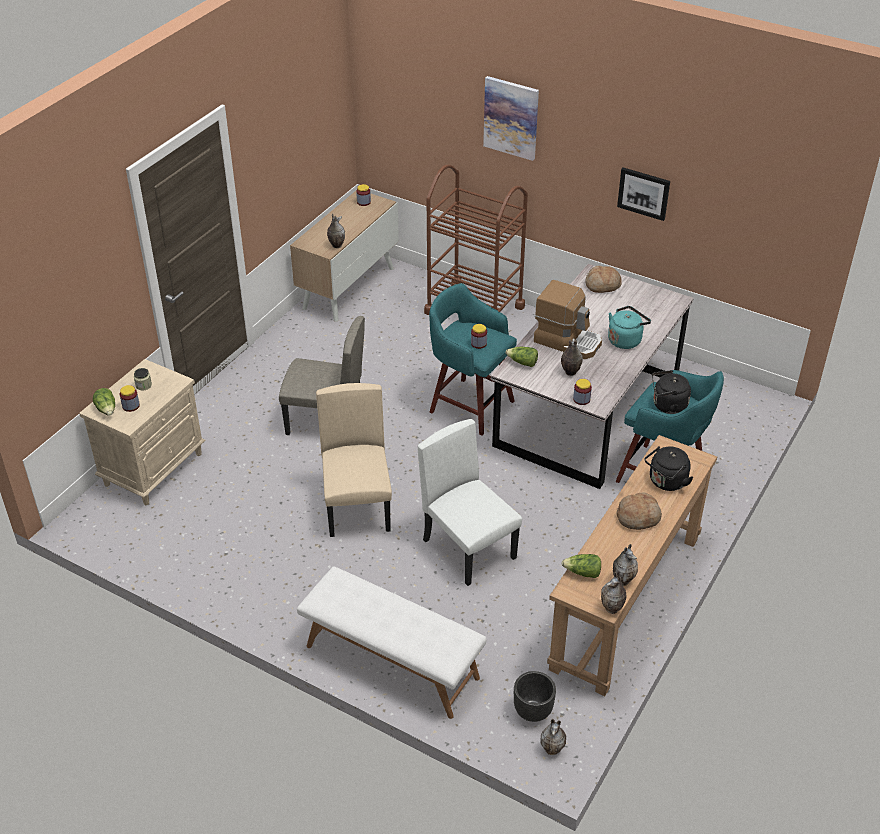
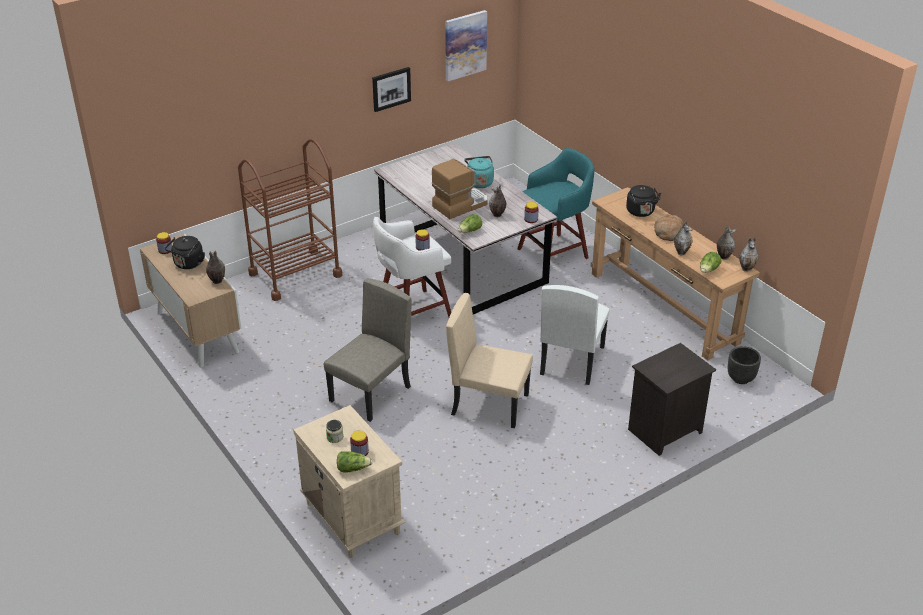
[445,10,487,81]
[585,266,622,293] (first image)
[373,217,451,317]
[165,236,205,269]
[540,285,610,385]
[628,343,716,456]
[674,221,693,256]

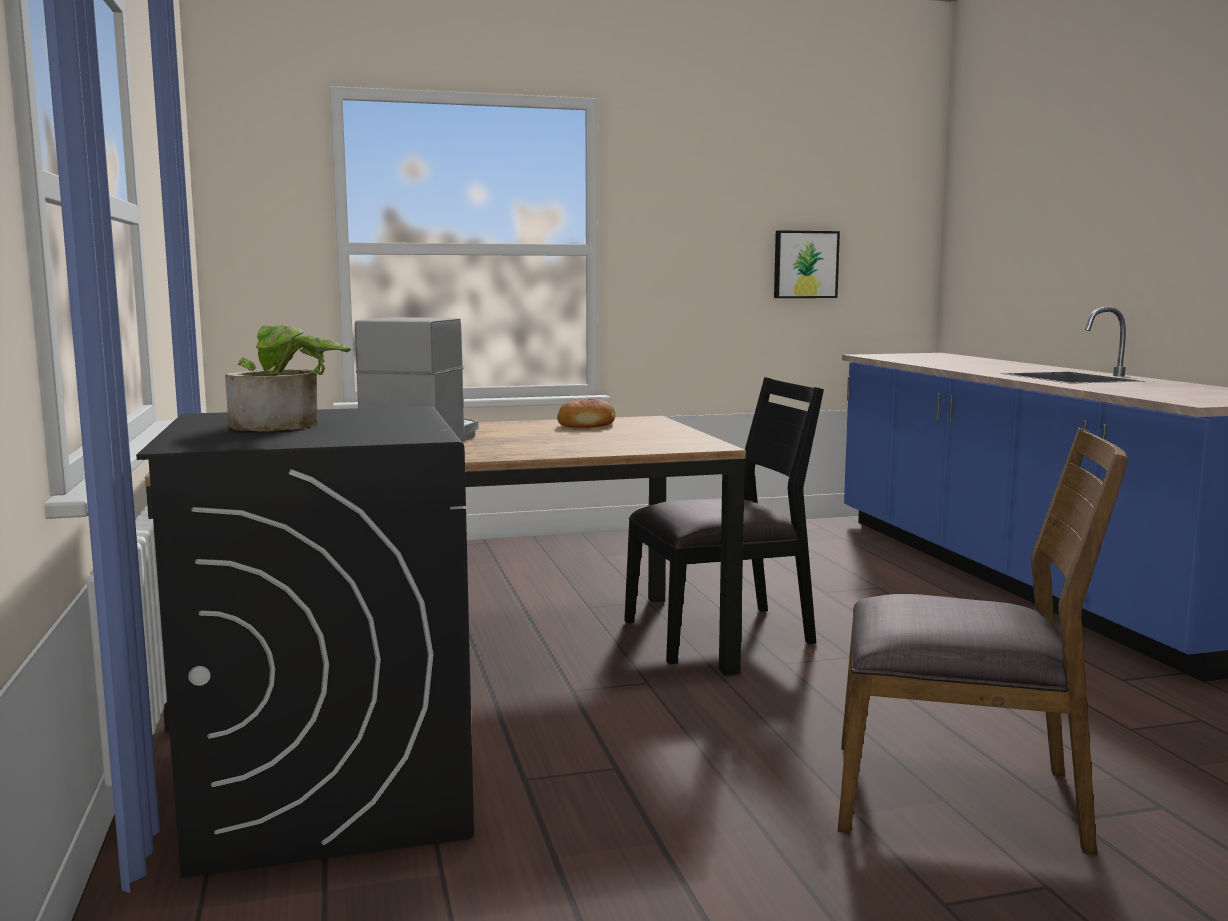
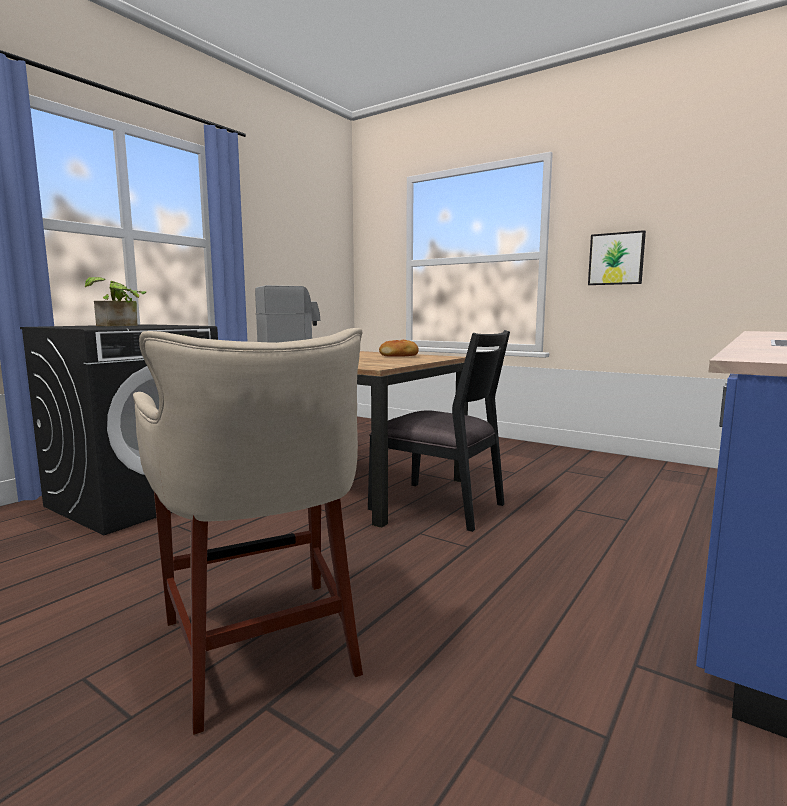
[588,230,646,285]
[133,328,363,735]

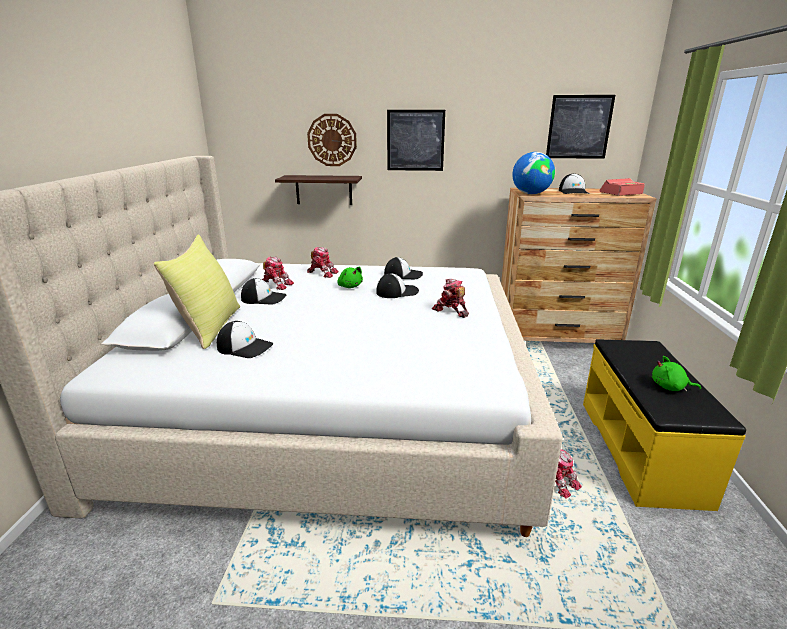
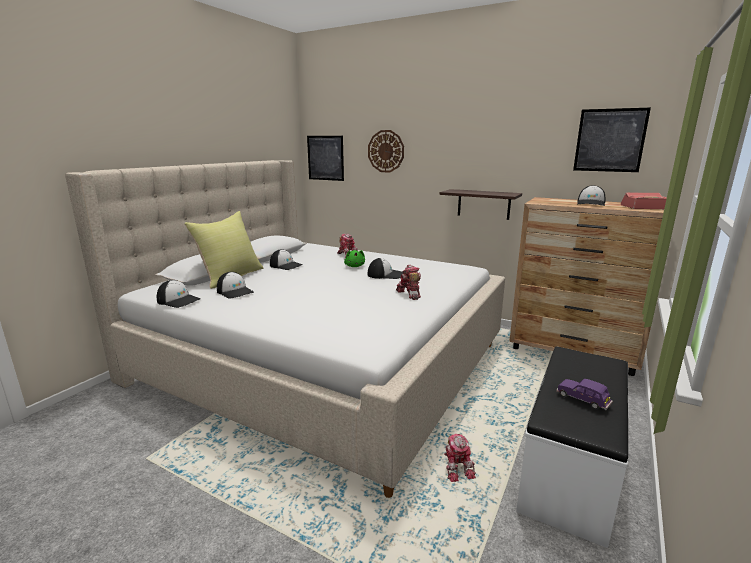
[307,136,344,181]
[512,152,555,194] (first image)
[439,189,522,220]
[262,257,294,290] (first image)
[157,280,201,308]
[516,347,628,548]
[556,379,613,410]

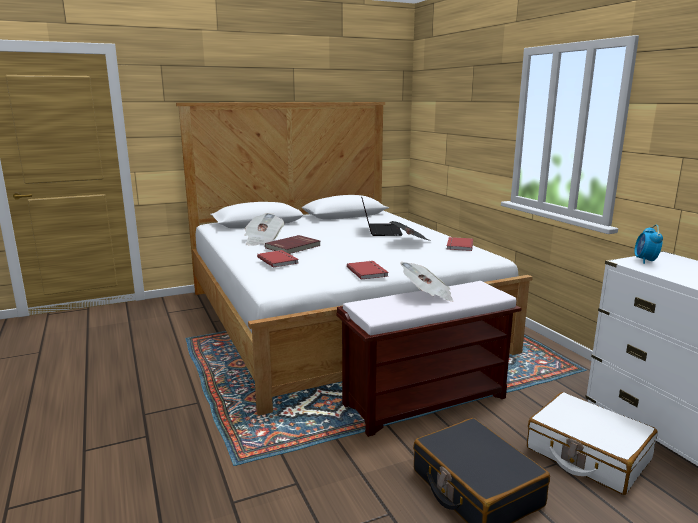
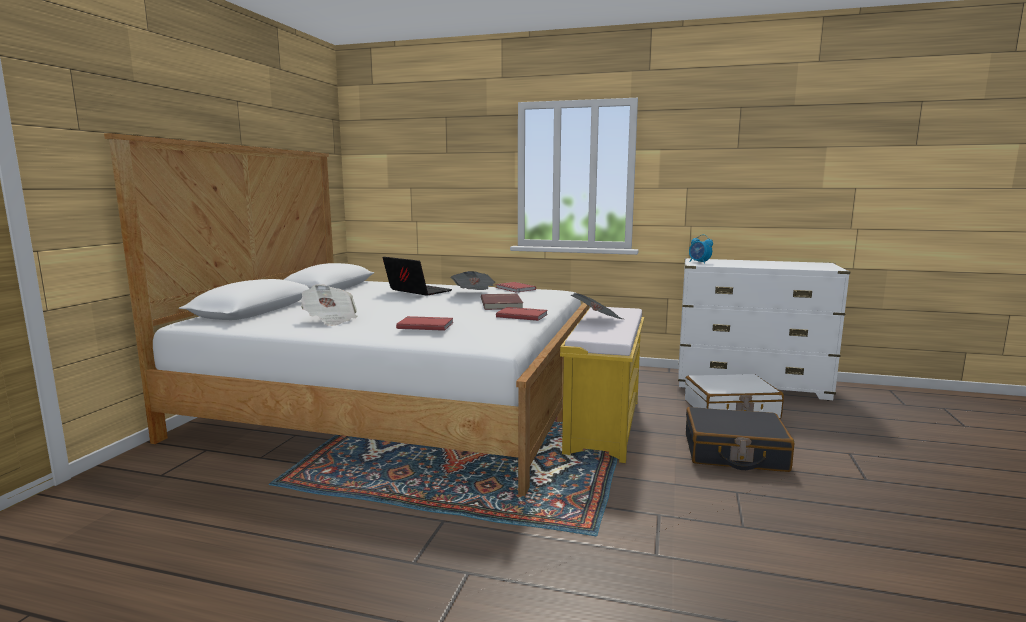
[481,293,523,310]
[560,307,644,463]

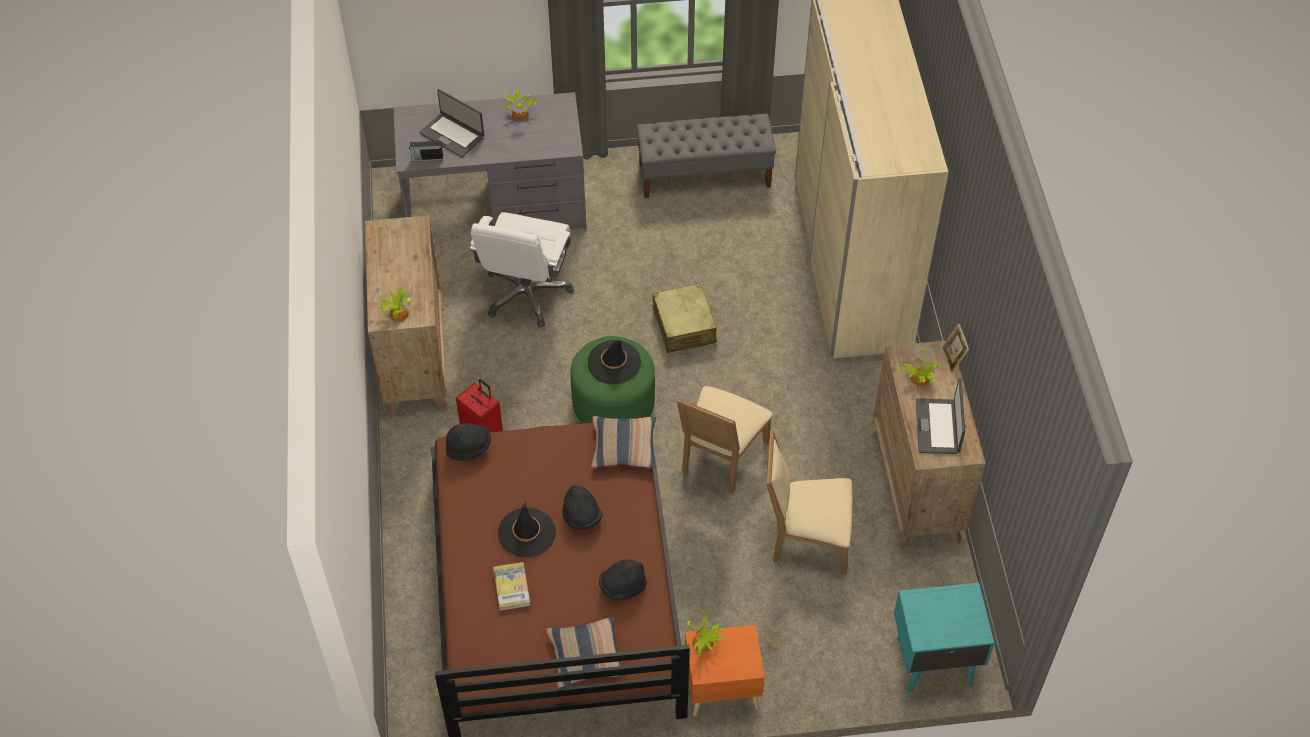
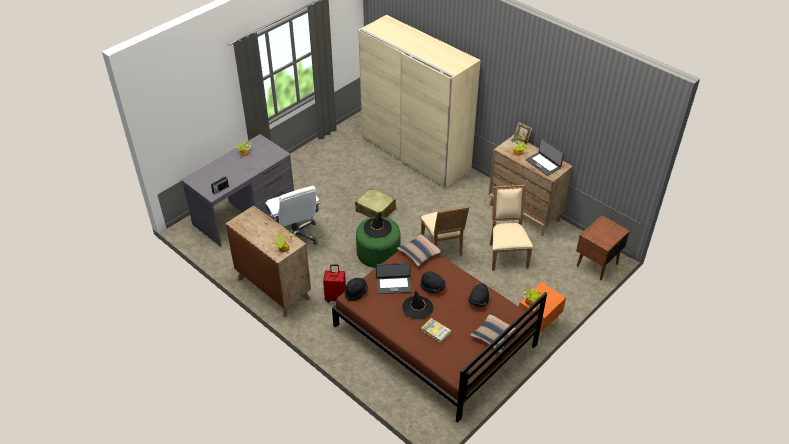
[376,263,412,294]
[637,114,776,198] (first image)
[490,185,533,271]
[576,215,630,280]

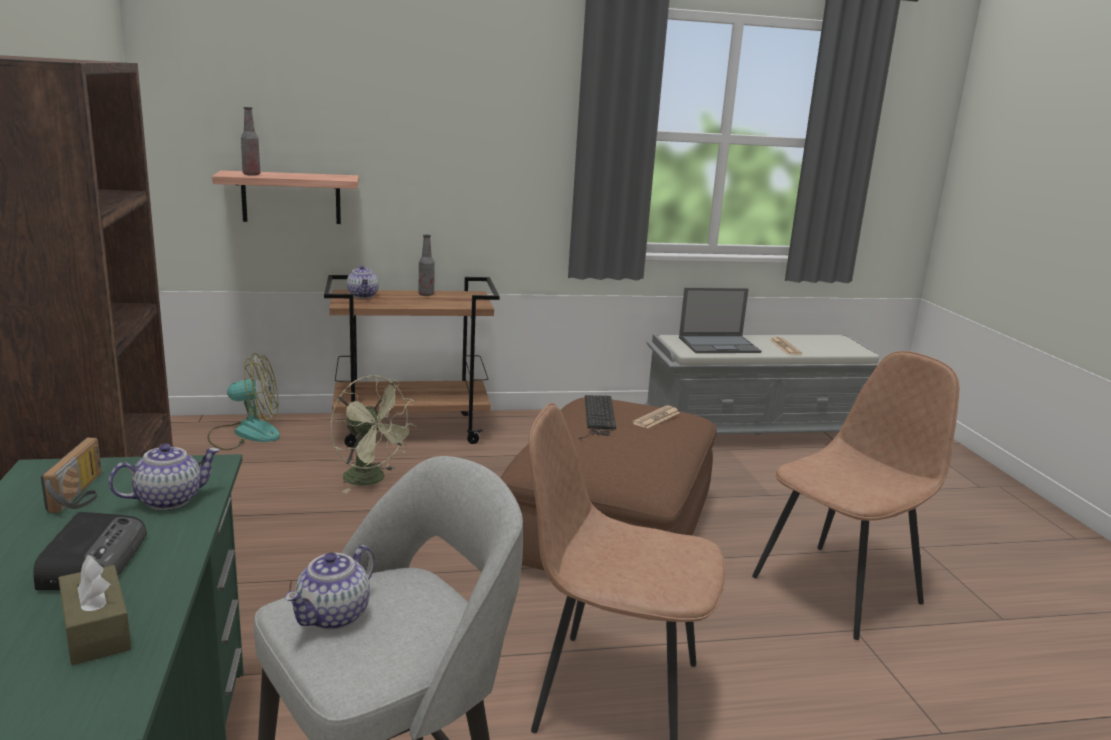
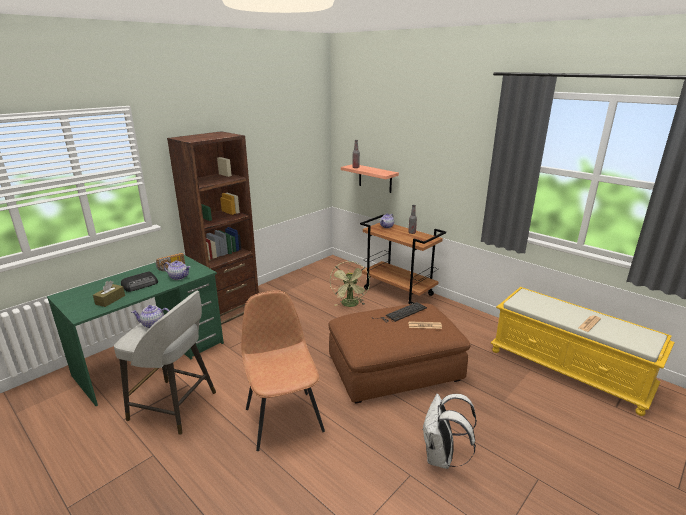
[679,288,761,353] (first image)
[491,287,675,416]
[422,393,477,469]
[207,353,280,450] (first image)

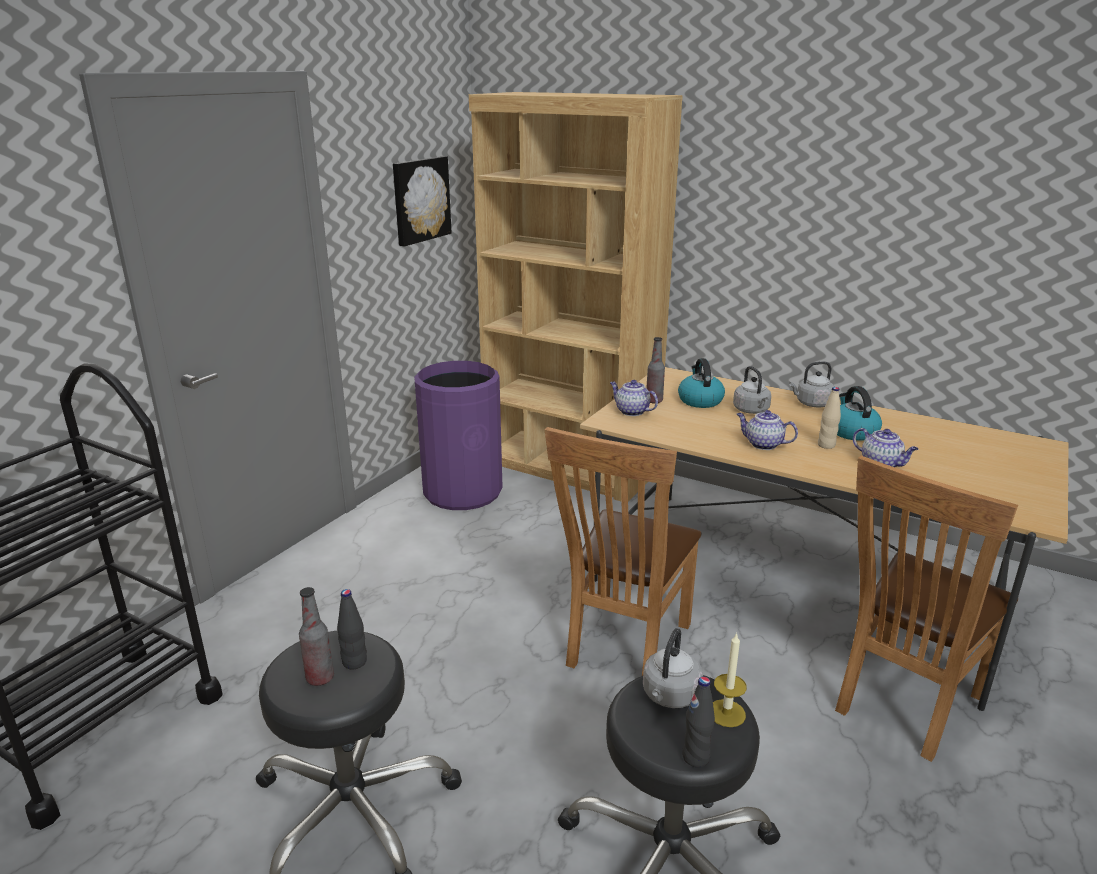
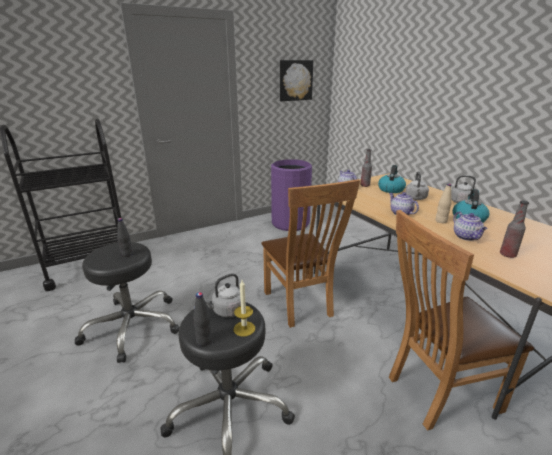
[469,92,683,502] (first image)
[261,179,360,328]
[500,201,529,258]

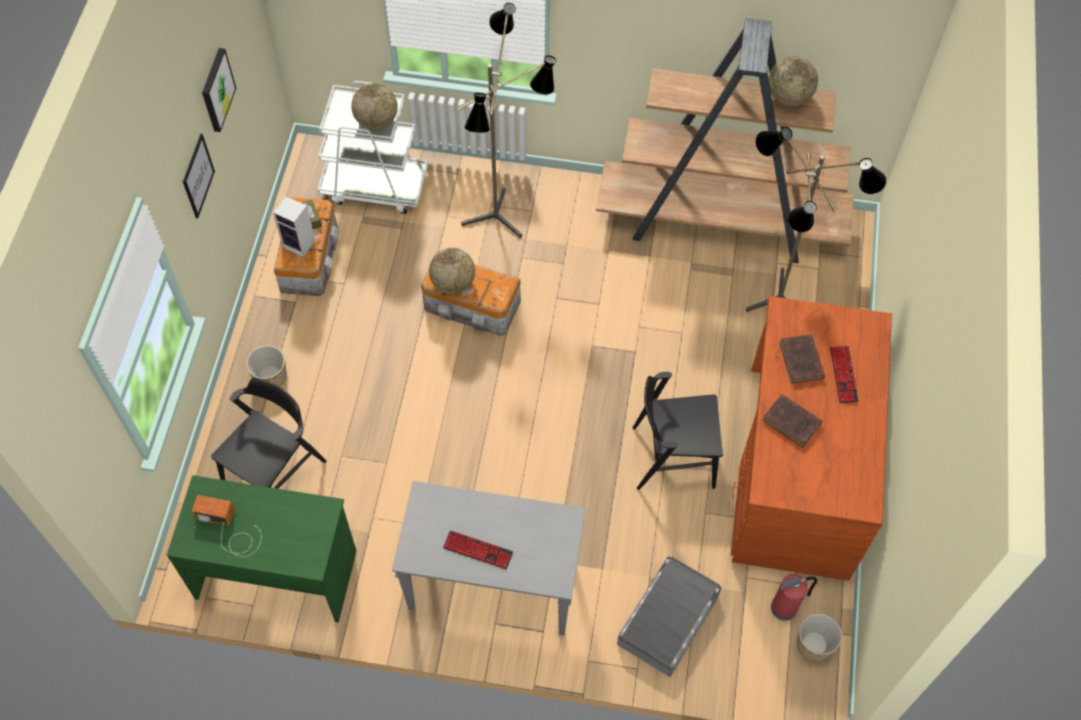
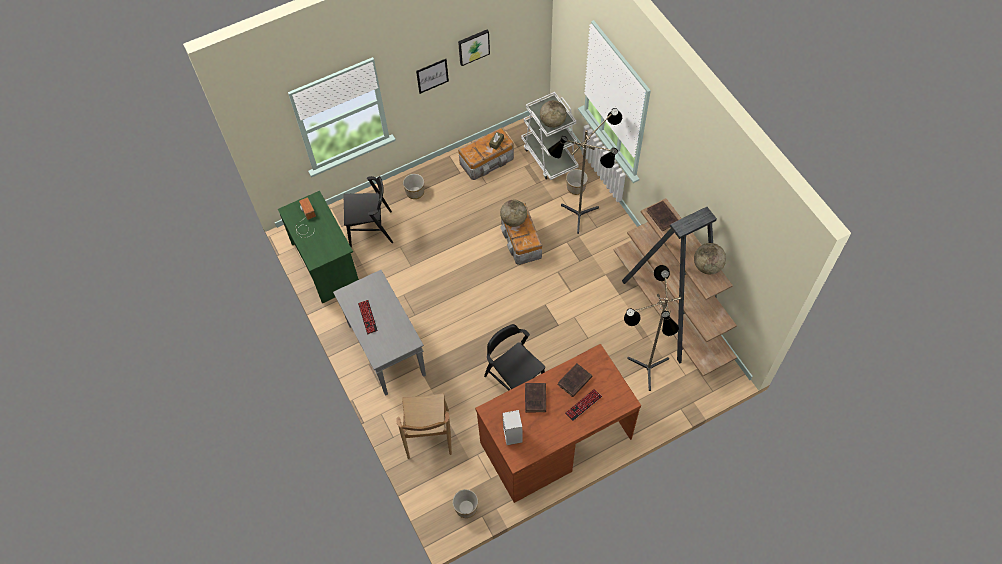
[502,410,523,445]
[396,393,452,459]
[771,574,817,621] (first image)
[566,169,588,195]
[647,201,678,231]

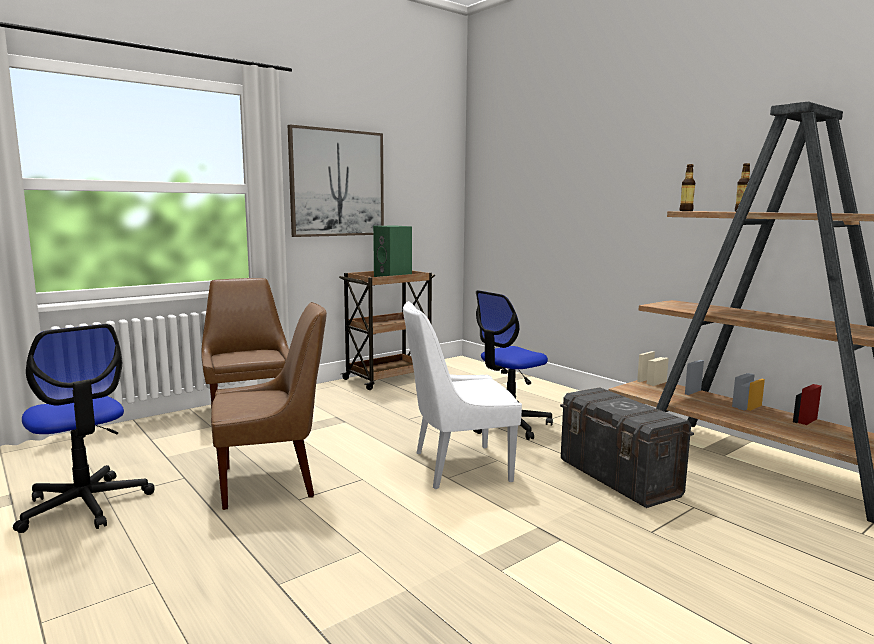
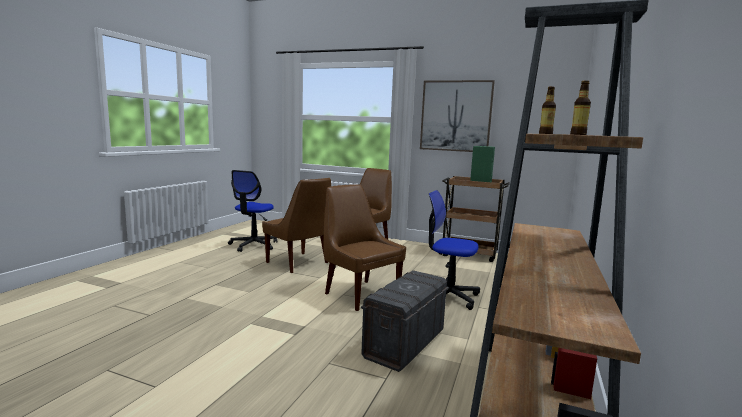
[323,184,406,311]

